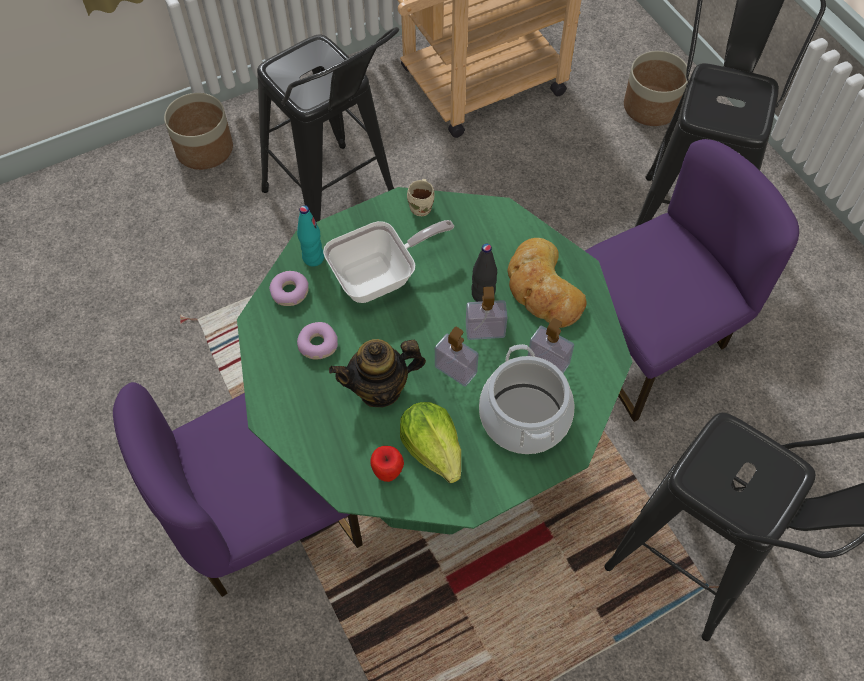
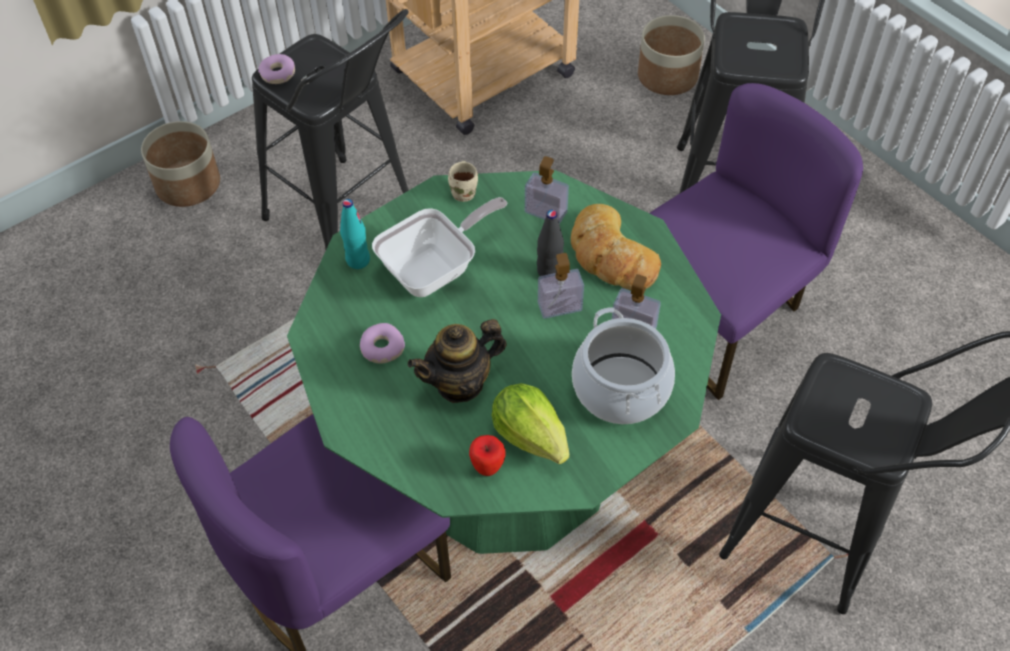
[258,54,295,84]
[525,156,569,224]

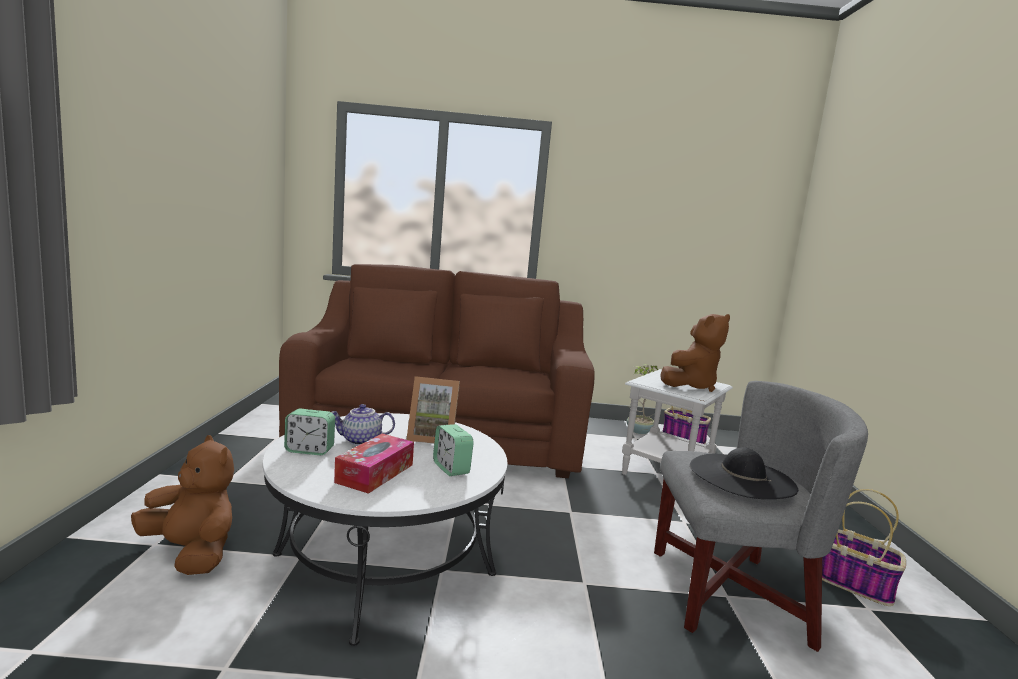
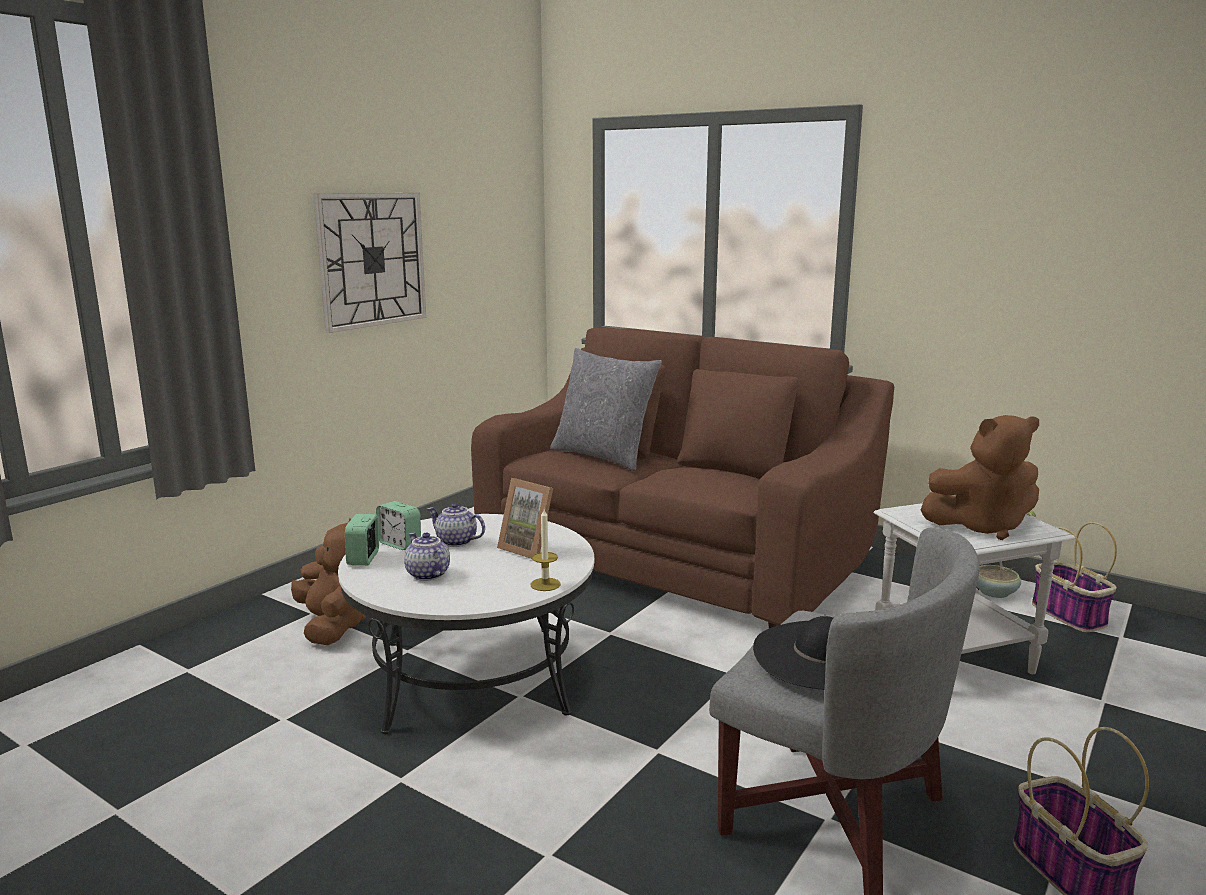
[345,514,379,565]
[404,533,450,581]
[313,193,426,333]
[550,348,662,471]
[530,509,561,591]

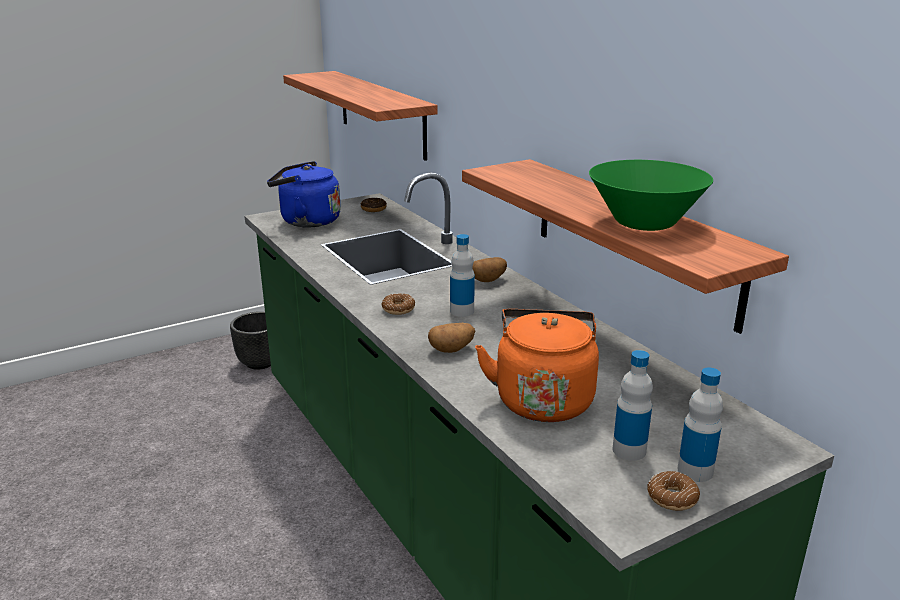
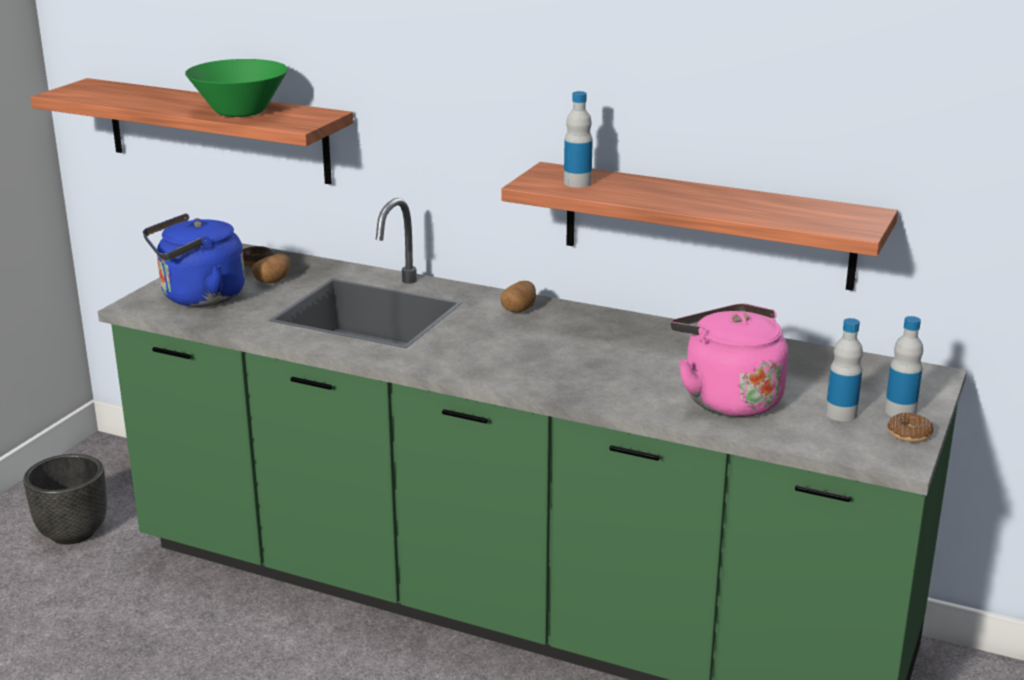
[185,59,288,117]
[564,91,593,188]
[381,293,415,315] (first image)
[671,303,788,417]
[252,254,291,283]

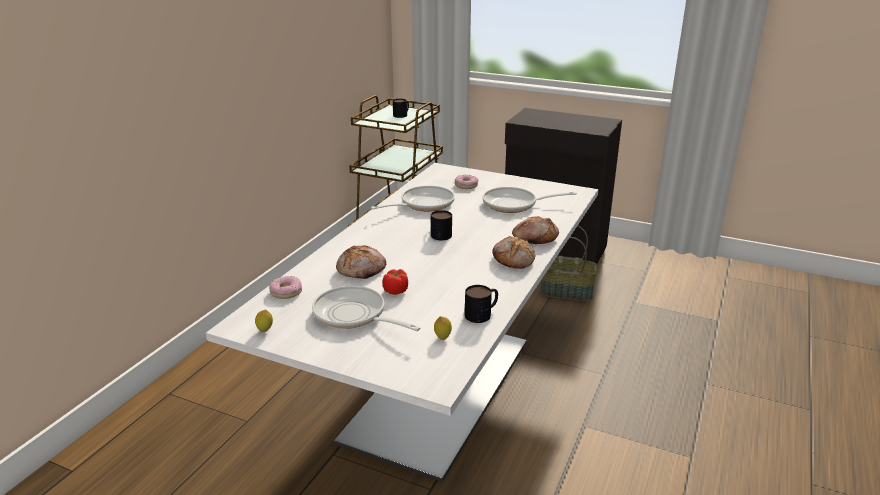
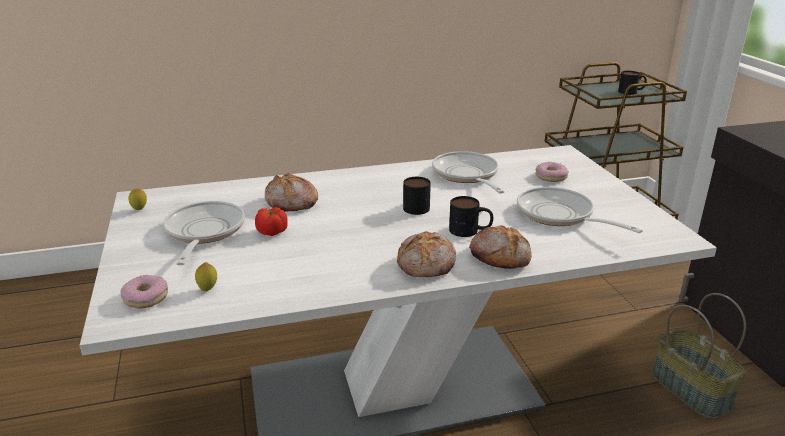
[432,151,505,194]
[120,275,168,308]
[449,196,493,237]

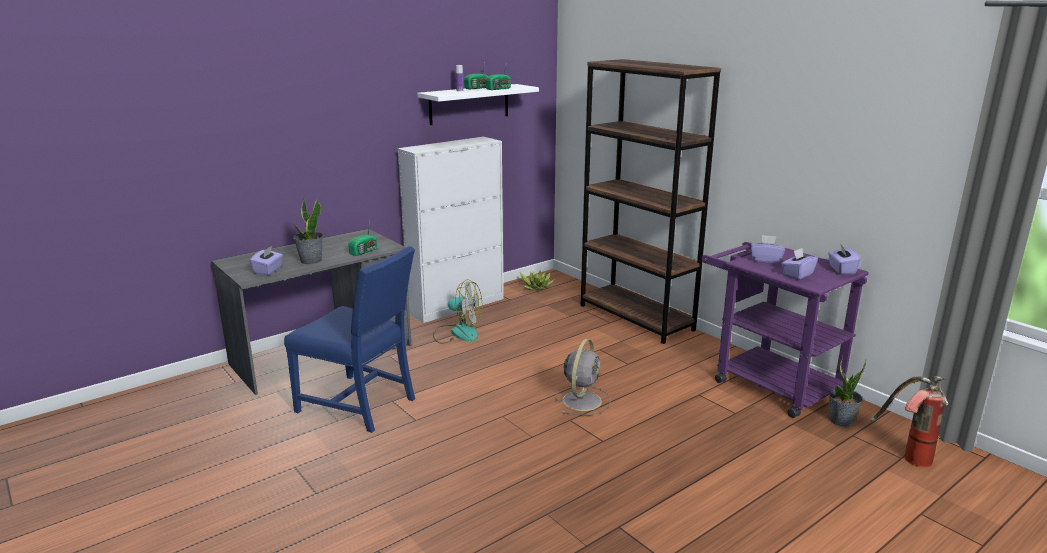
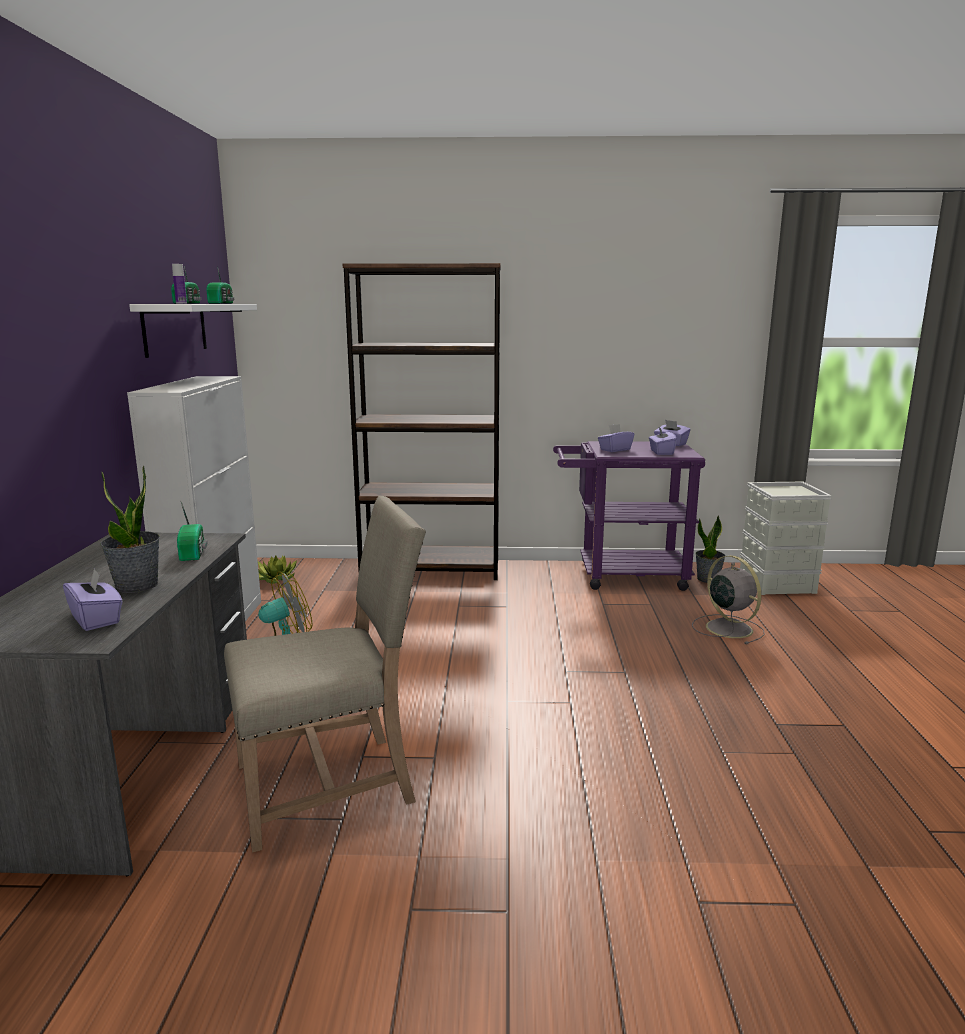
[224,496,426,852]
[692,555,765,645]
[740,482,832,595]

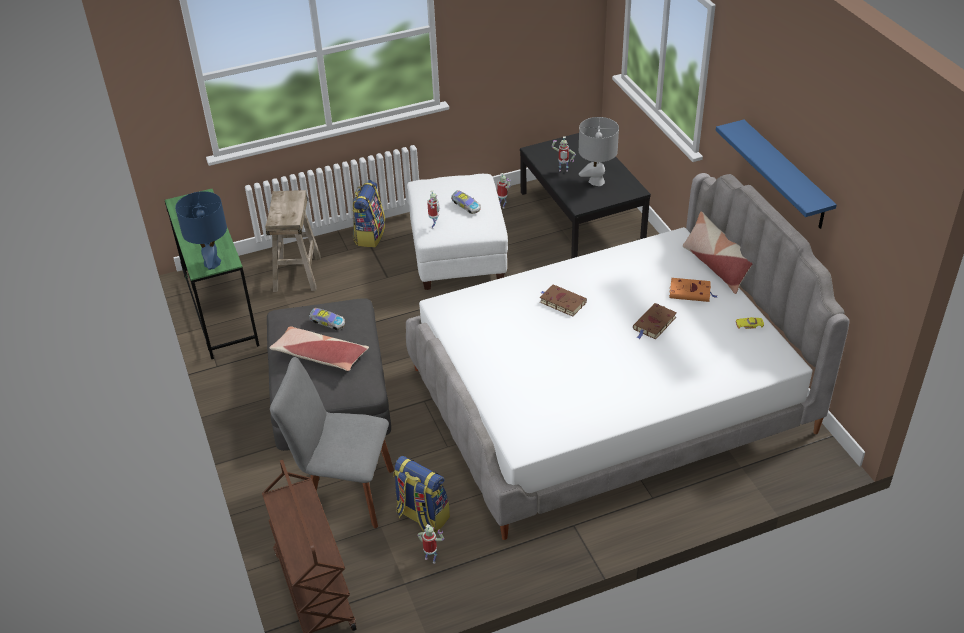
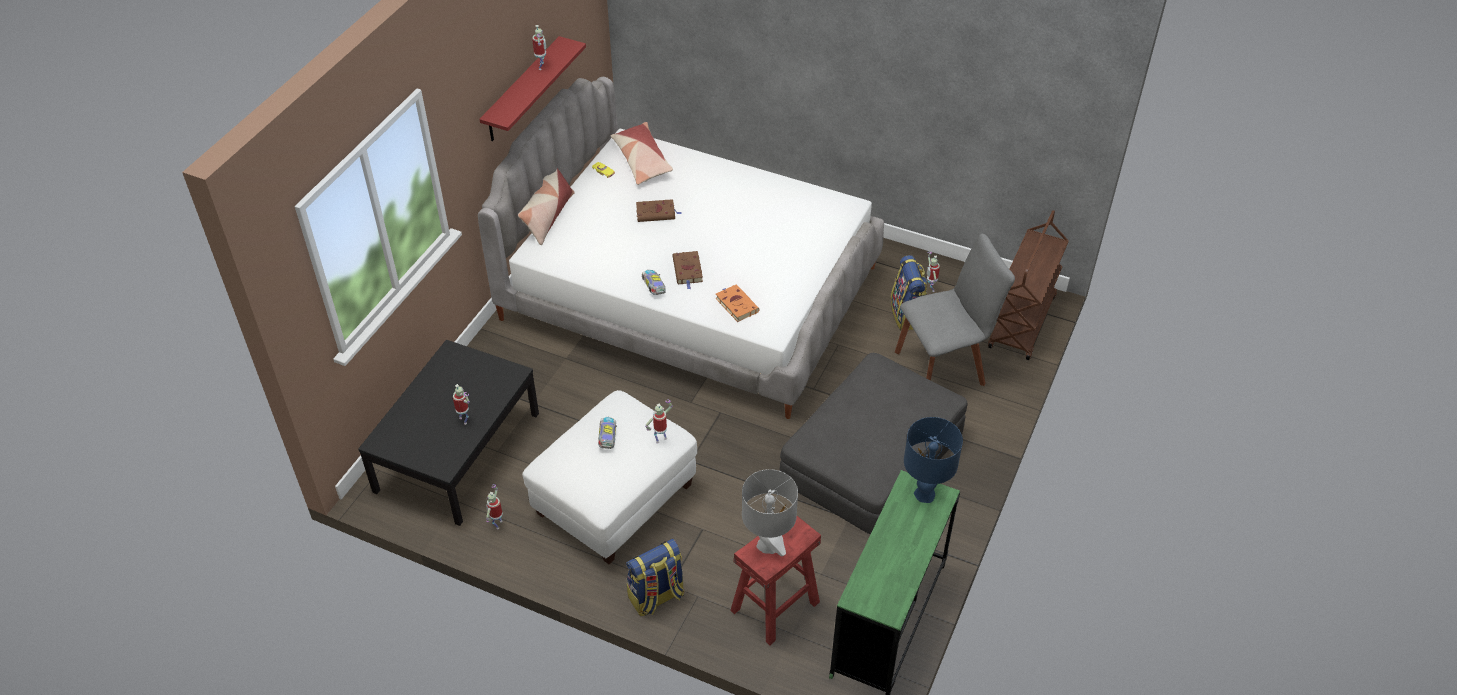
[742,469,798,556]
[479,36,586,141]
[730,516,821,645]
[716,284,760,322]
[642,270,666,295]
[611,122,673,185]
[895,234,1015,386]
[532,25,546,70]

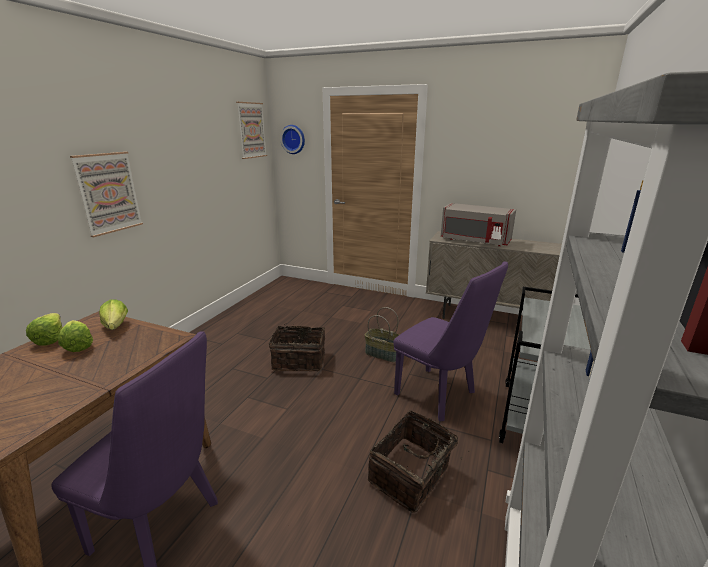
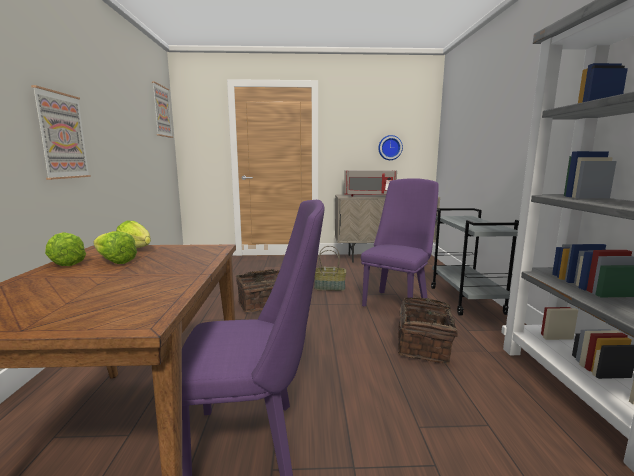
[378,135,403,160]
[361,178,439,307]

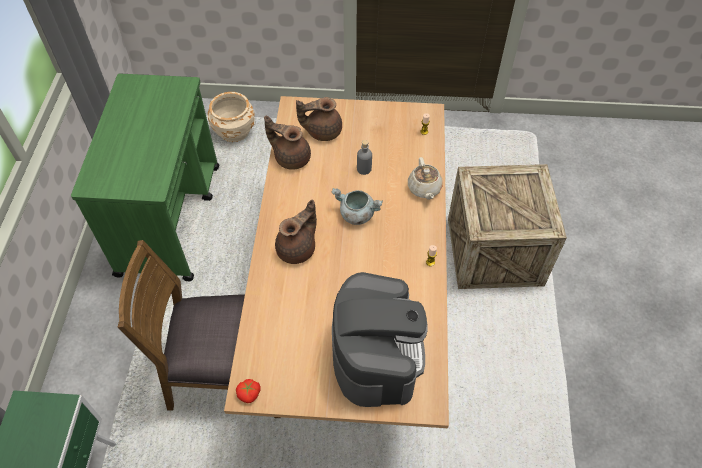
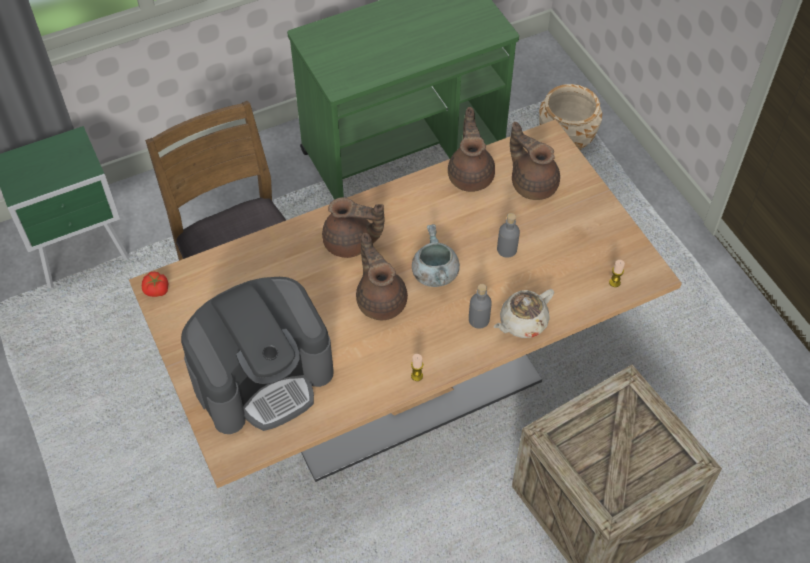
[356,233,408,320]
[469,284,492,329]

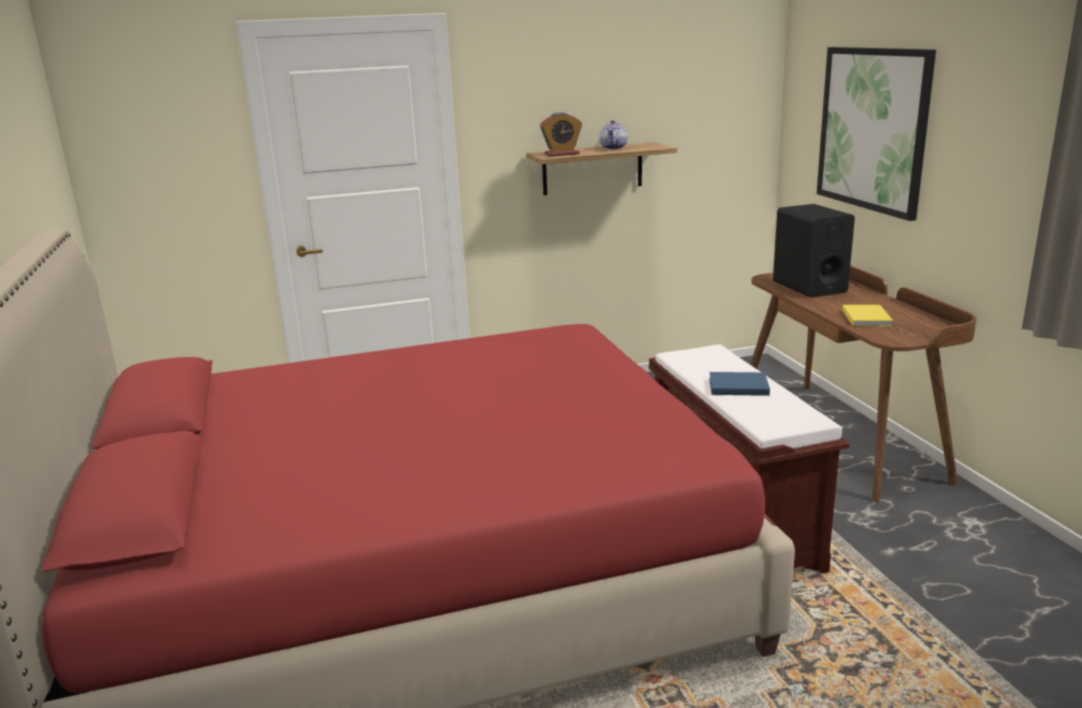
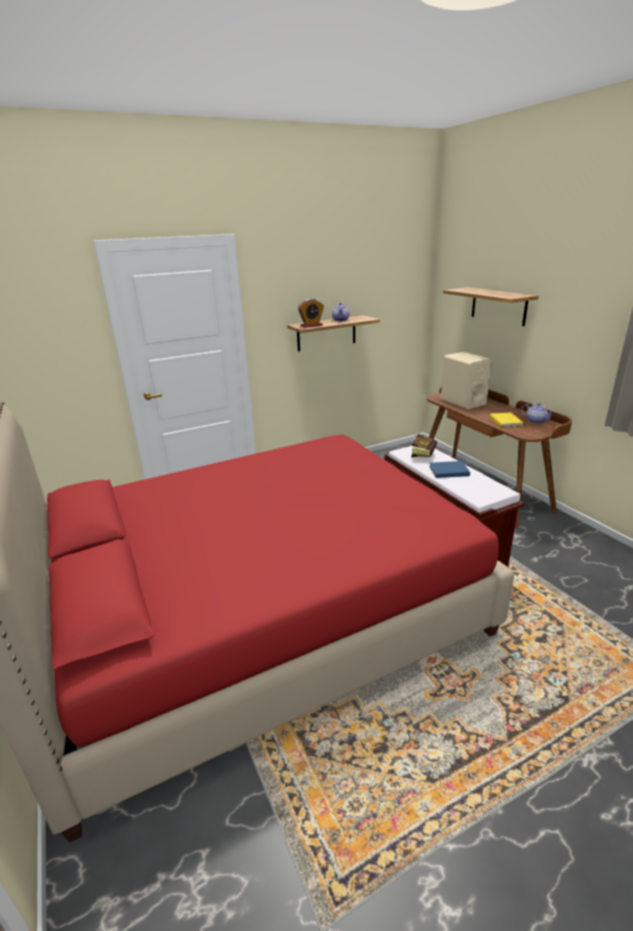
[443,287,539,326]
[441,352,492,409]
[521,403,555,424]
[411,434,437,457]

